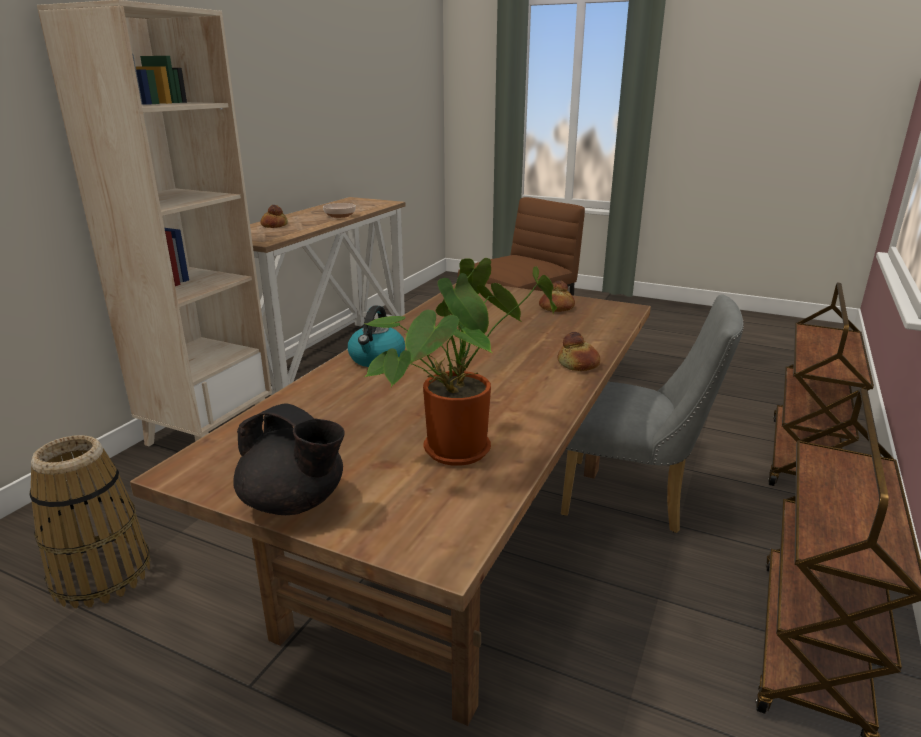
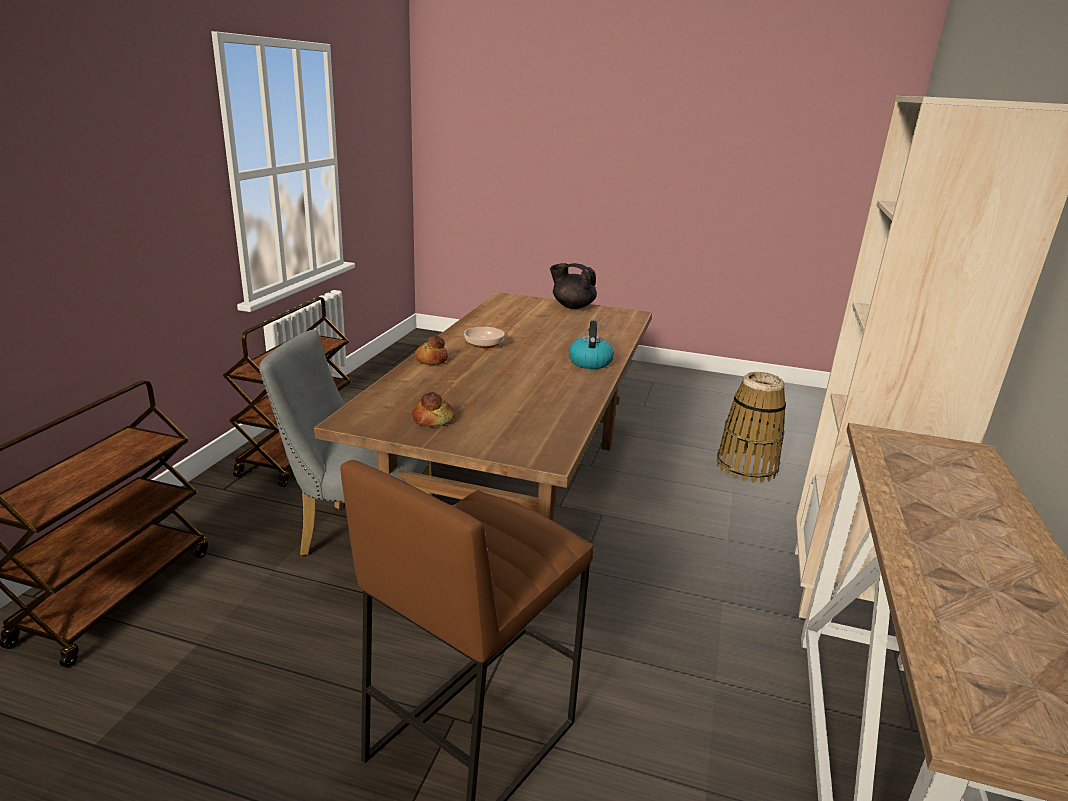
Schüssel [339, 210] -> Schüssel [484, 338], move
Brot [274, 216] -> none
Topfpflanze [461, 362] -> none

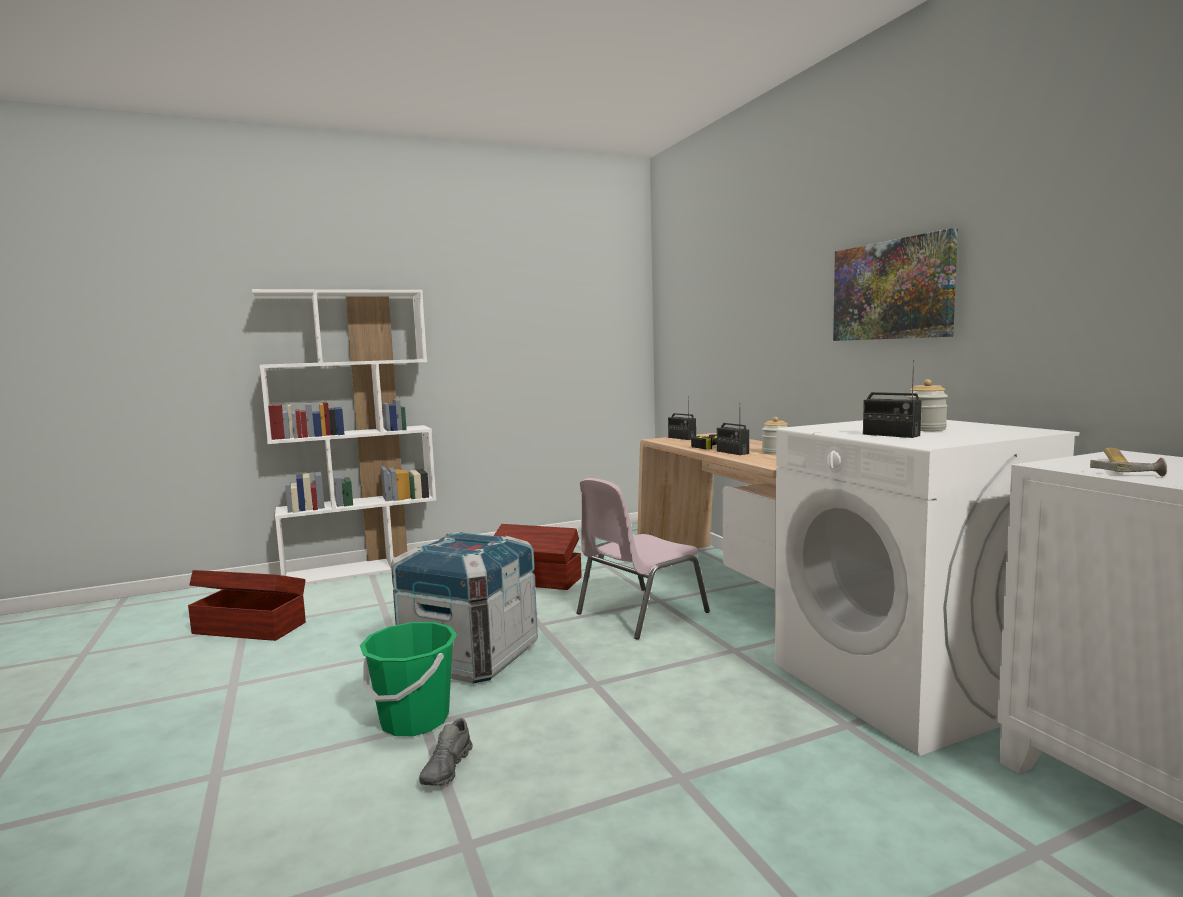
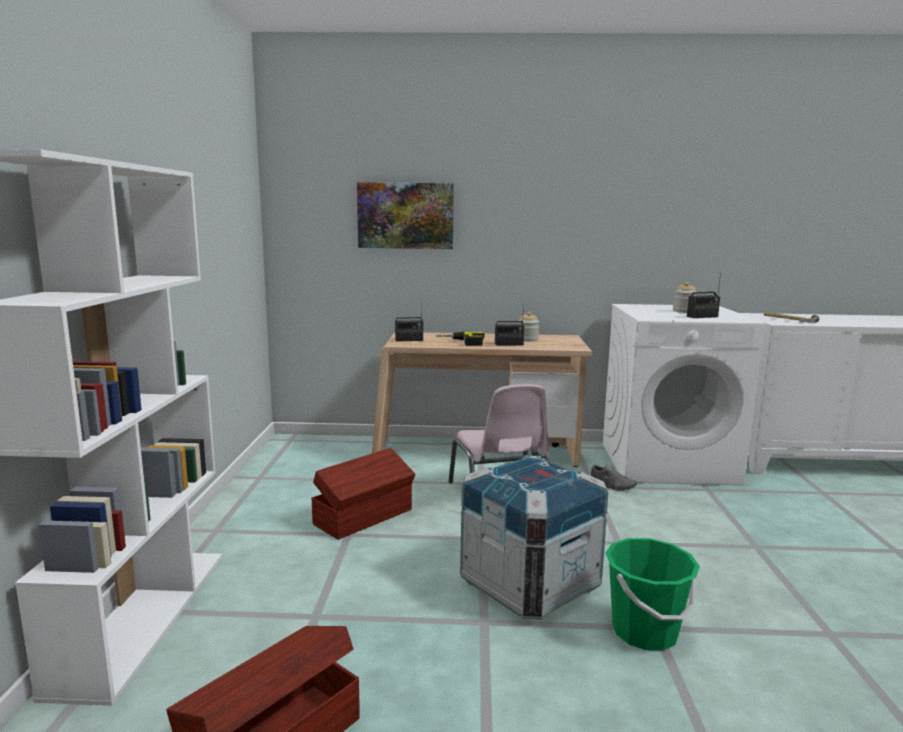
Bild [895, 284] -> Bild [405, 215], move
Schuh [grau] [446, 752] -> Schuh [grau] [614, 477], move

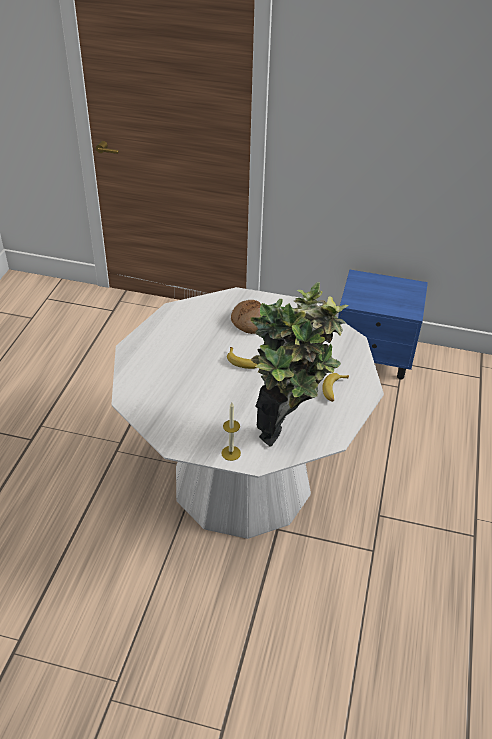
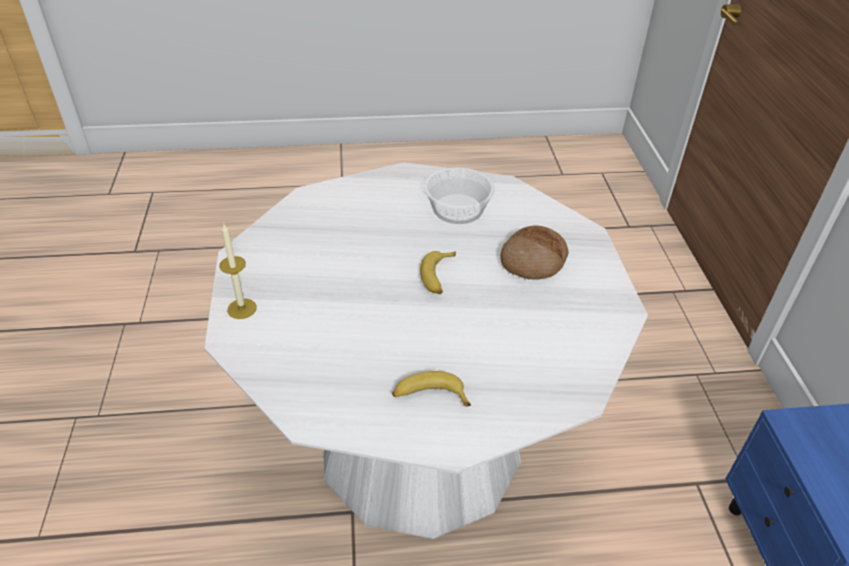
Topfpflanze [299, 364] -> none
none -> Schüssel [459, 195]

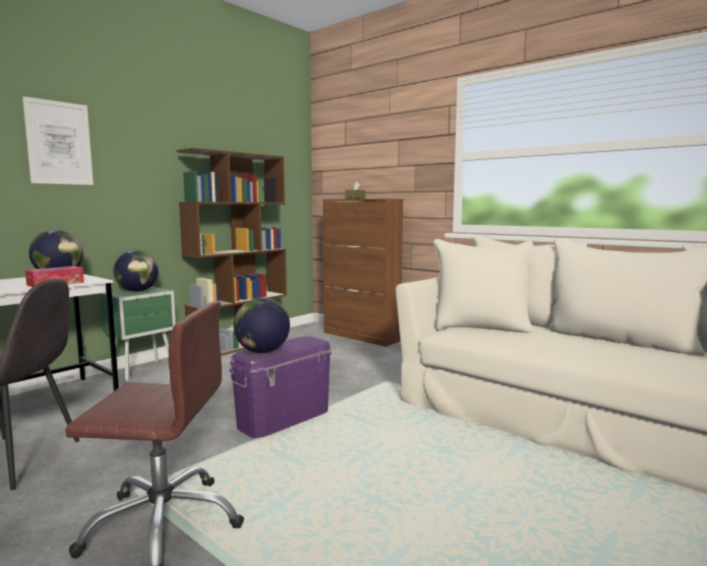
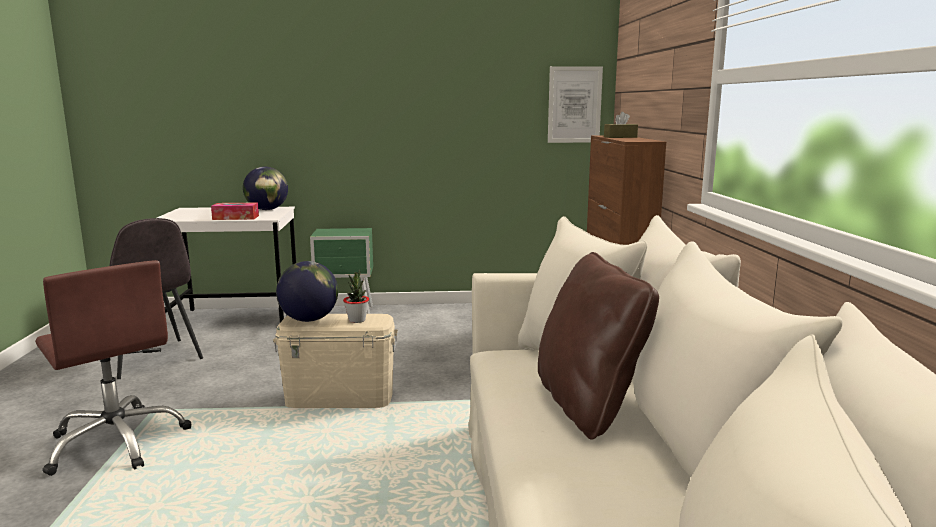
Bild [57, 140] -> Bild [575, 104], move
Bücherregal [braun] [232, 252] -> none
Globus [136, 271] -> none
Aufbewahrungsbox [lila] [280, 387] -> Aufbewahrungsbox [beige] [335, 361]
none -> Kissen [braun] [598, 346]
none -> Topfpflanze [356, 296]

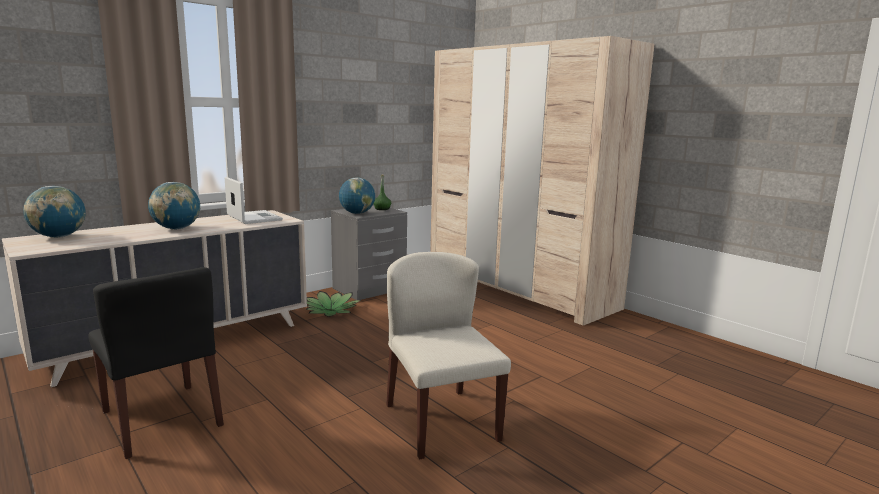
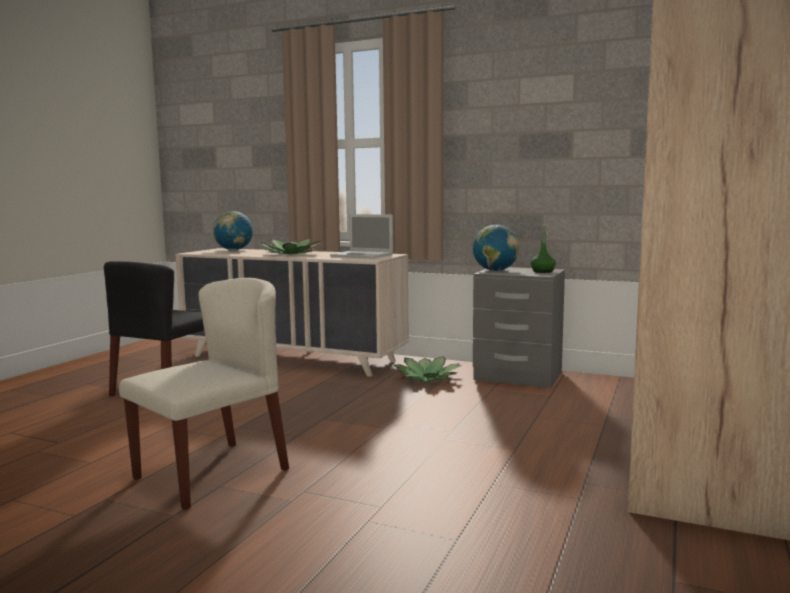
Laptop [254, 200] -> Laptop [361, 236], 90 degrees clockwise
Globus [174, 206] -> Topfpflanze [290, 246]

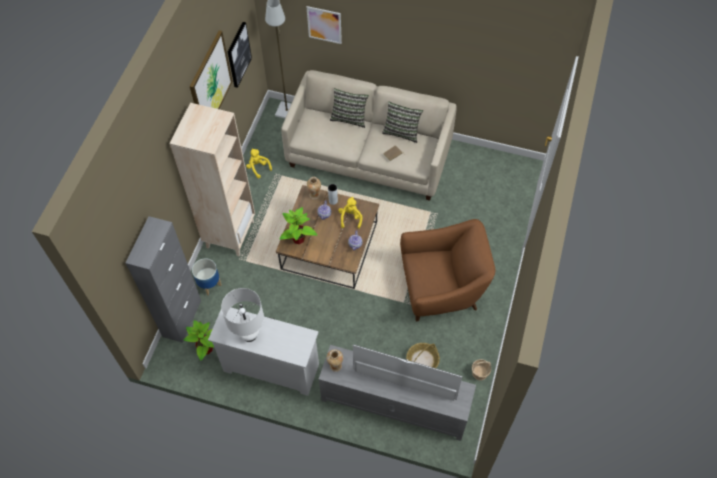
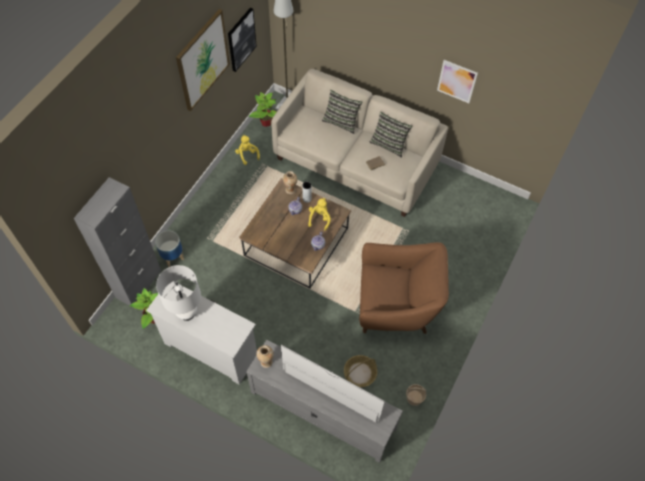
Bild [324, 25] -> Bild [457, 81], move
Bücherregal [beige] [212, 180] -> none
Topfpflanze [298, 225] -> Topfpflanze [262, 109], move

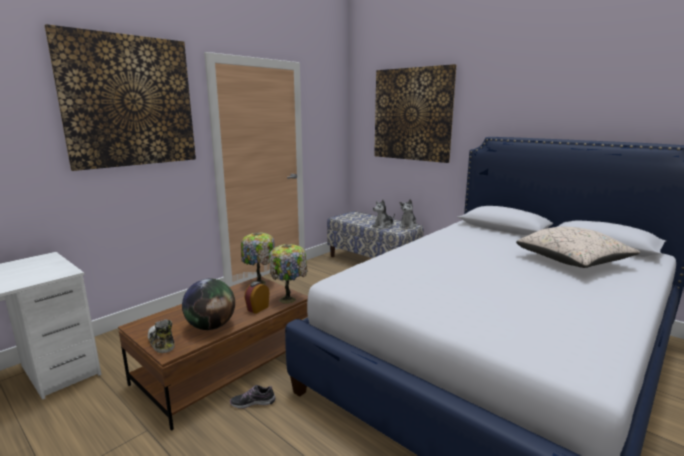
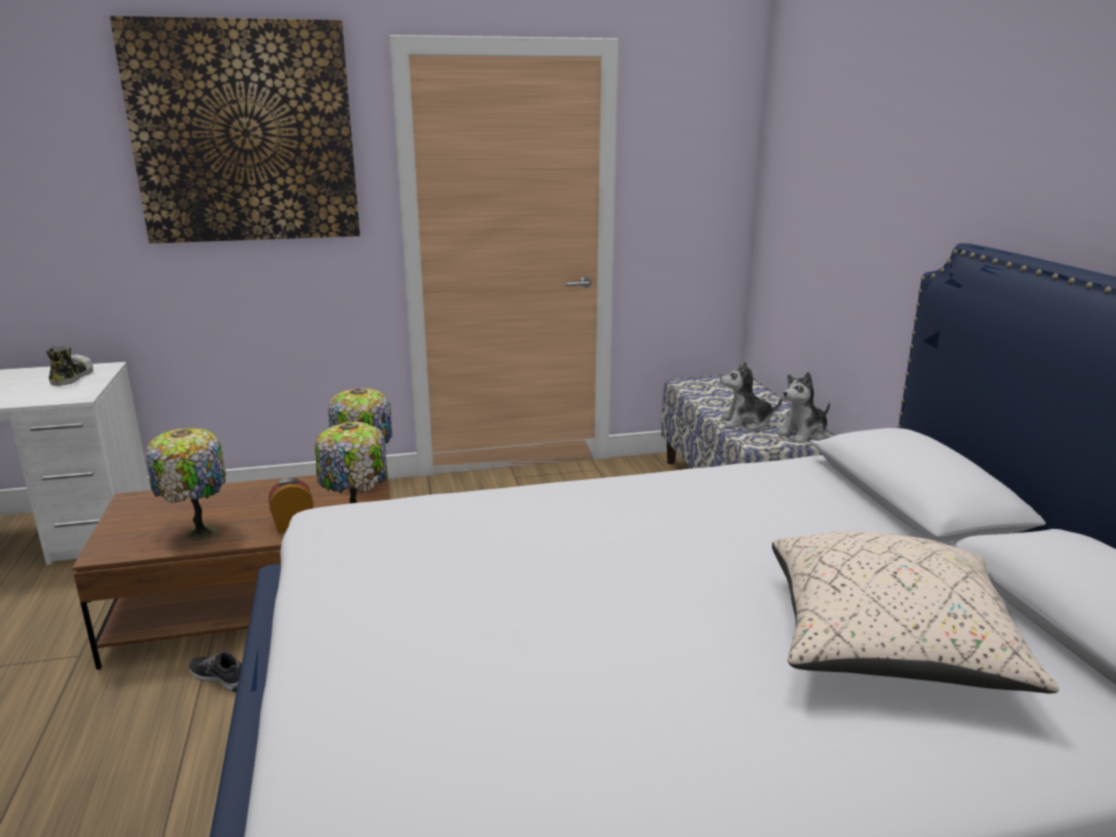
Bild [415, 113] -> none
Globus [208, 304] -> Tischlampe [186, 485]
Schuh [161, 336] -> Schuh [70, 366], move

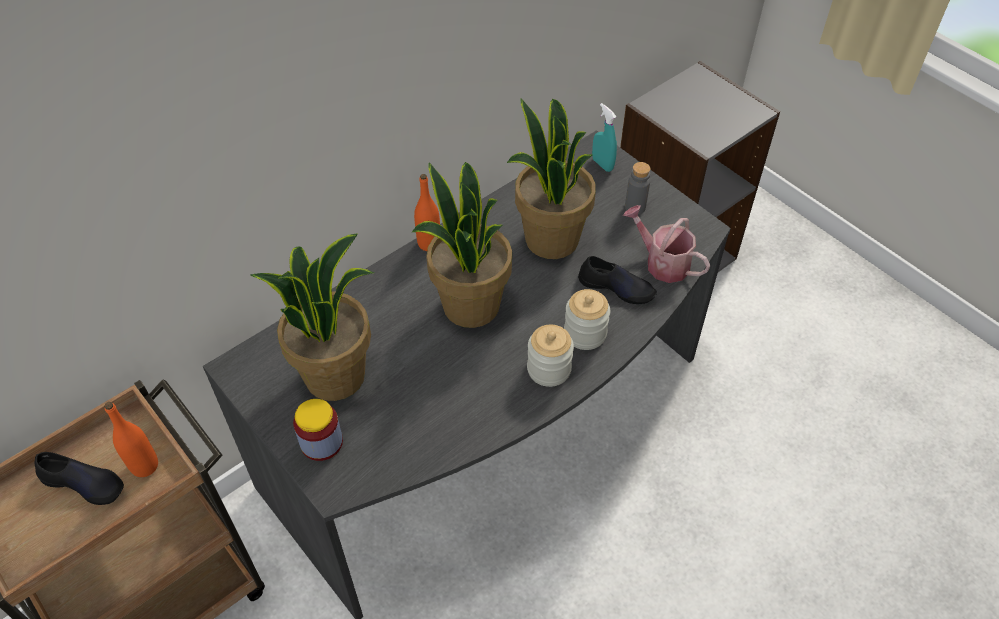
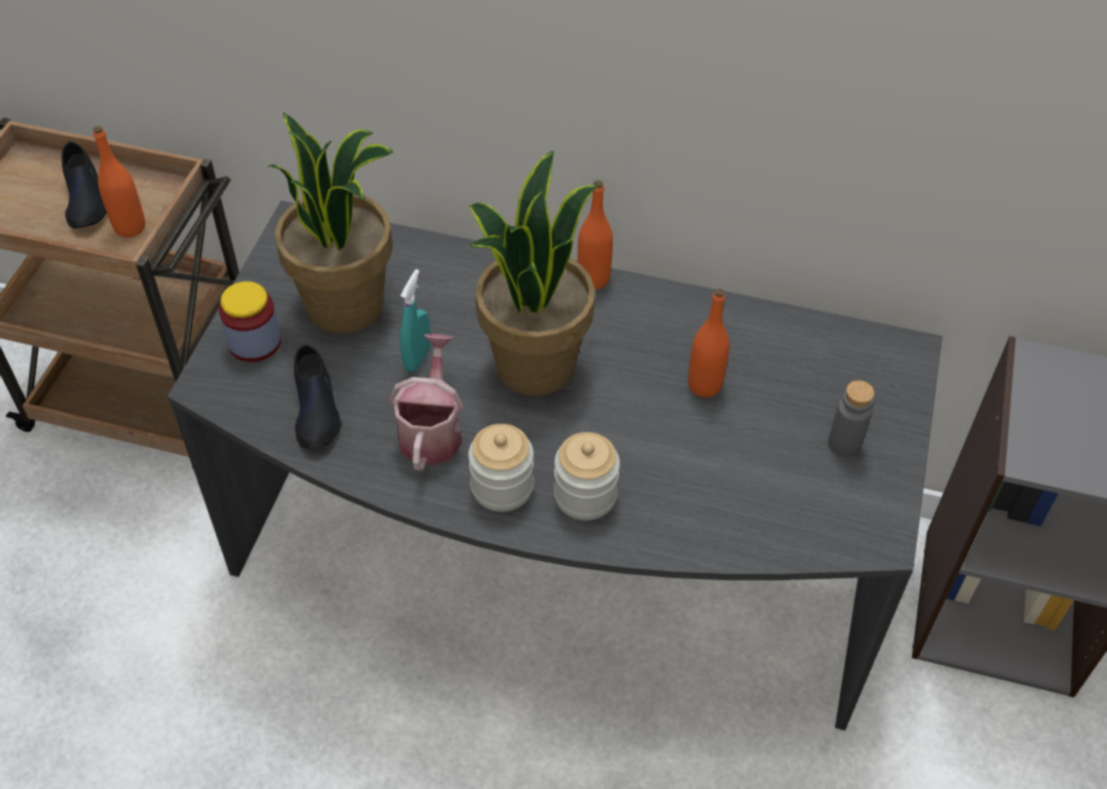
Topfpflanze [551, 178] -> Flasche [orange] [709, 343]
Sprühflasche [türkis] [604, 137] -> Sprühflasche [türkis] [415, 320], move
Gießkanne [666, 244] -> Gießkanne [426, 402], move
Schuh [schwarz] [617, 280] -> Schuh [schwarz] [317, 396], move

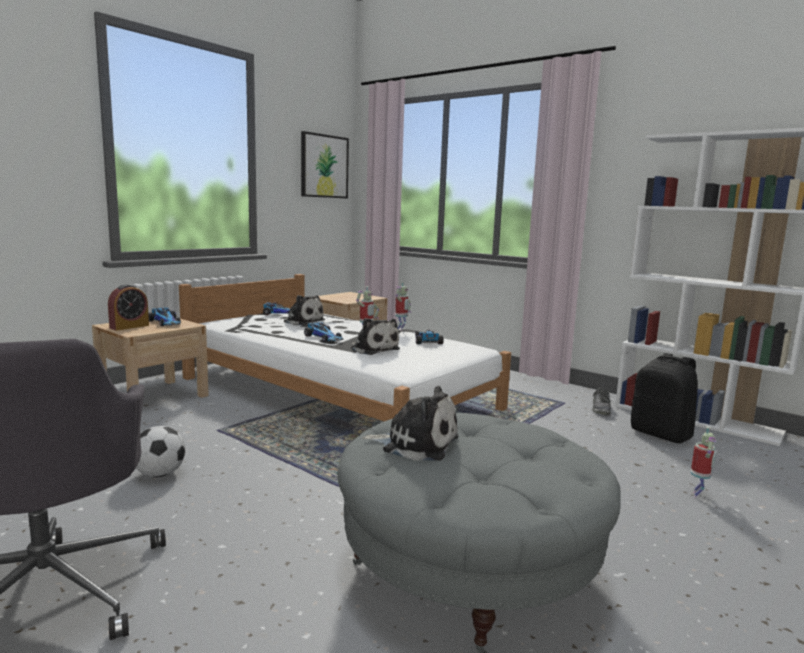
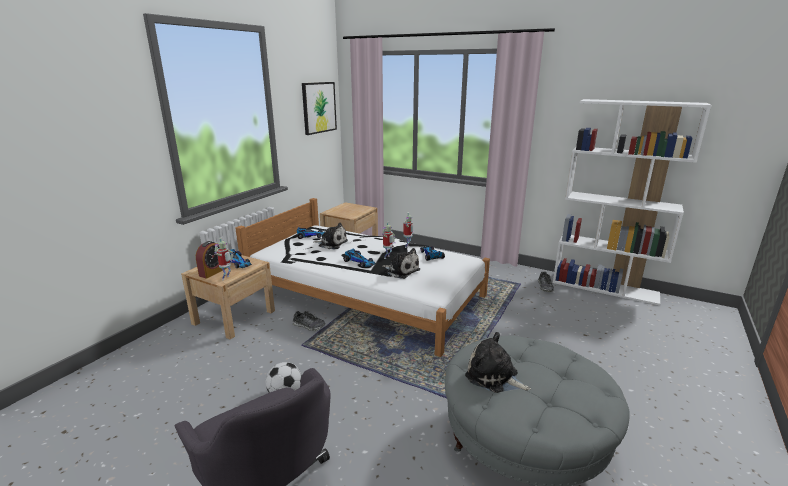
Rucksack [schwarz] [664, 398] -> none
Plüschtier [410, 423] -> Plüschtier [498, 362], 150 degrees counterclockwise
Spielzeugroboter [703, 462] -> Spielzeugroboter [224, 258], move
none -> Schuh [308, 321]

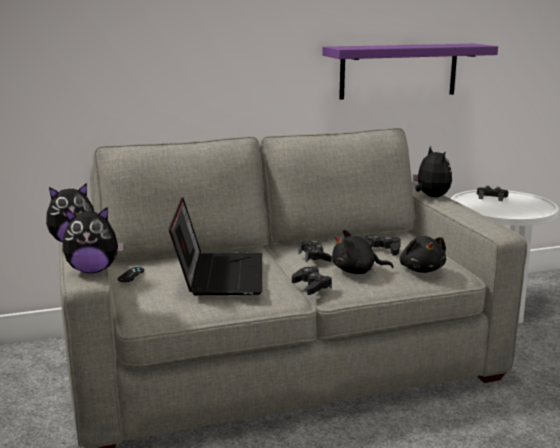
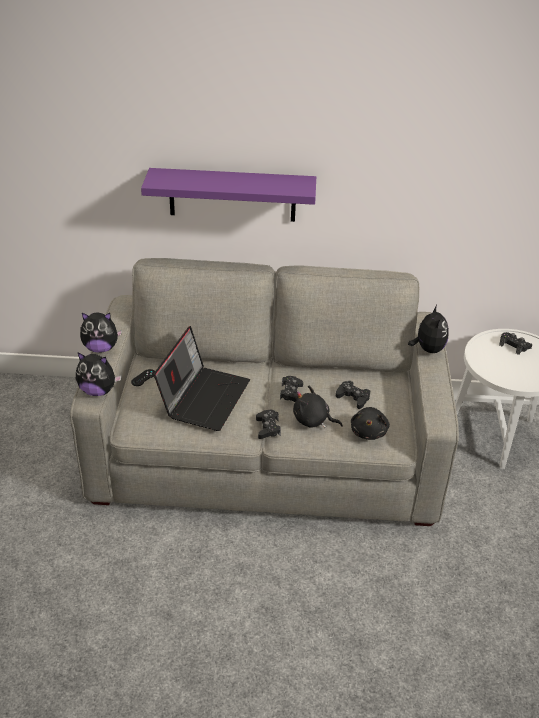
Wandregal [lila] [410, 72] -> Wandregal [lila] [228, 195], move

